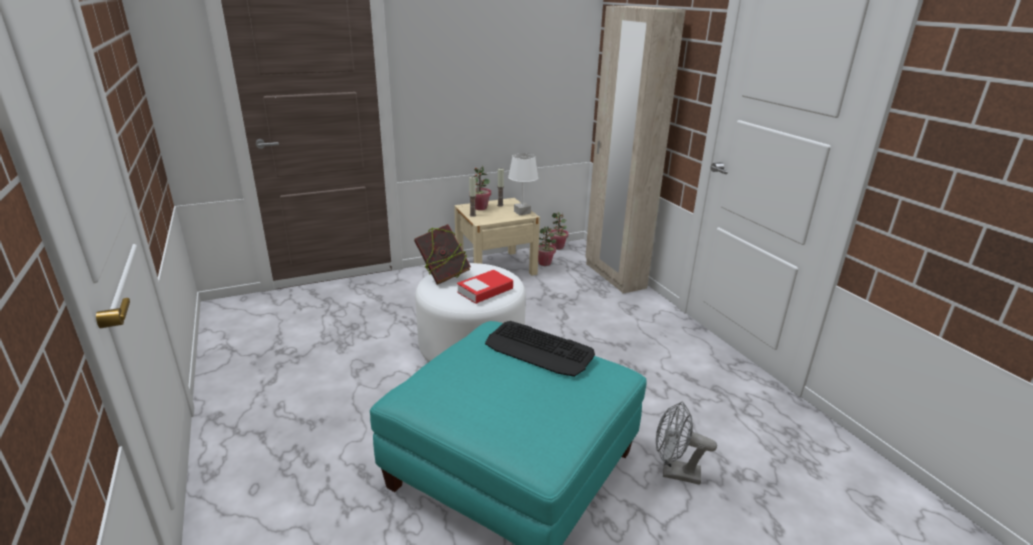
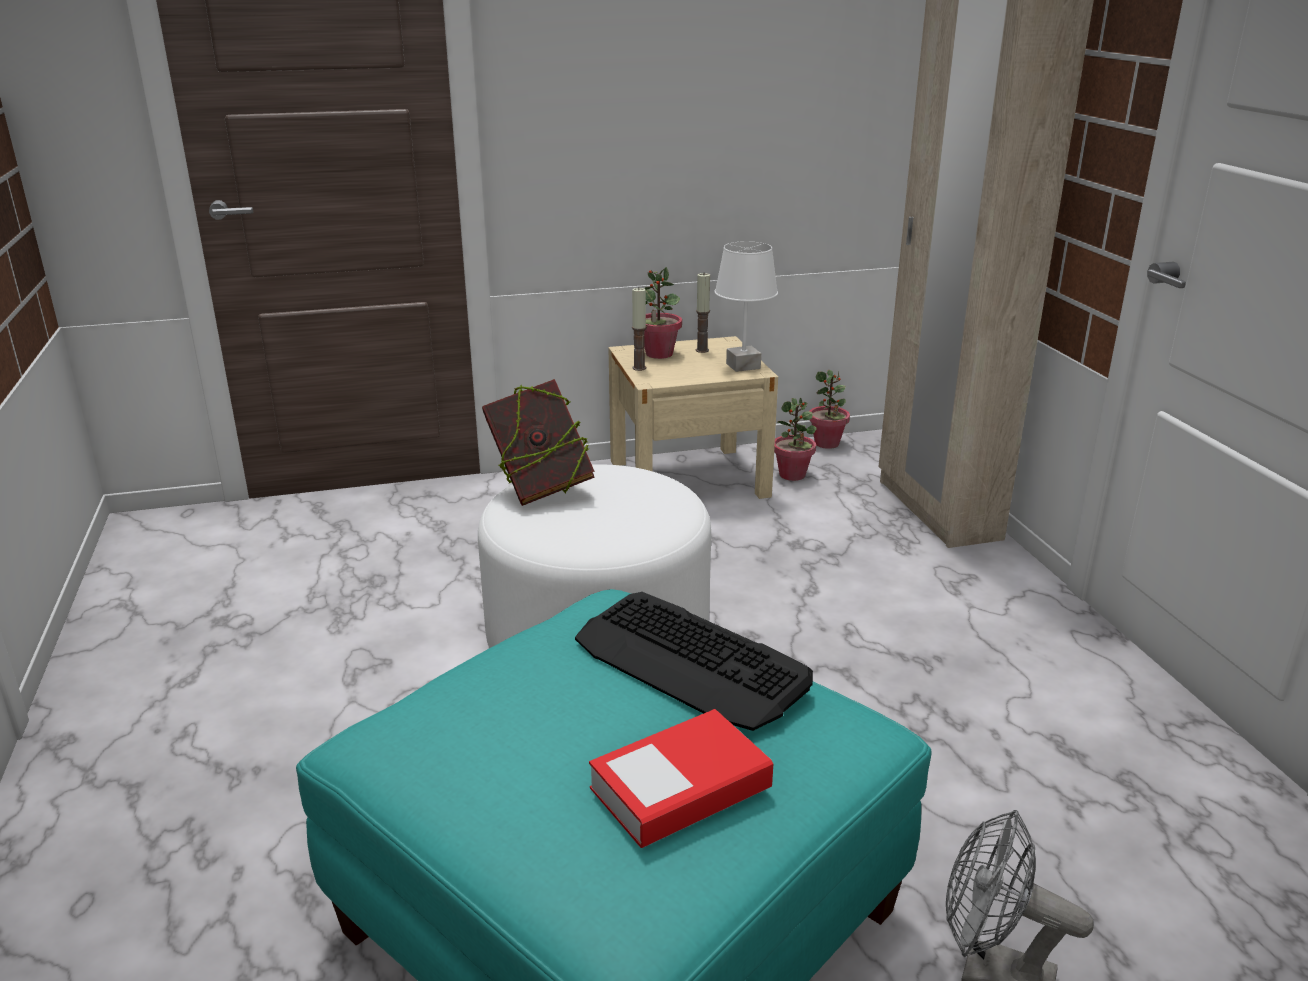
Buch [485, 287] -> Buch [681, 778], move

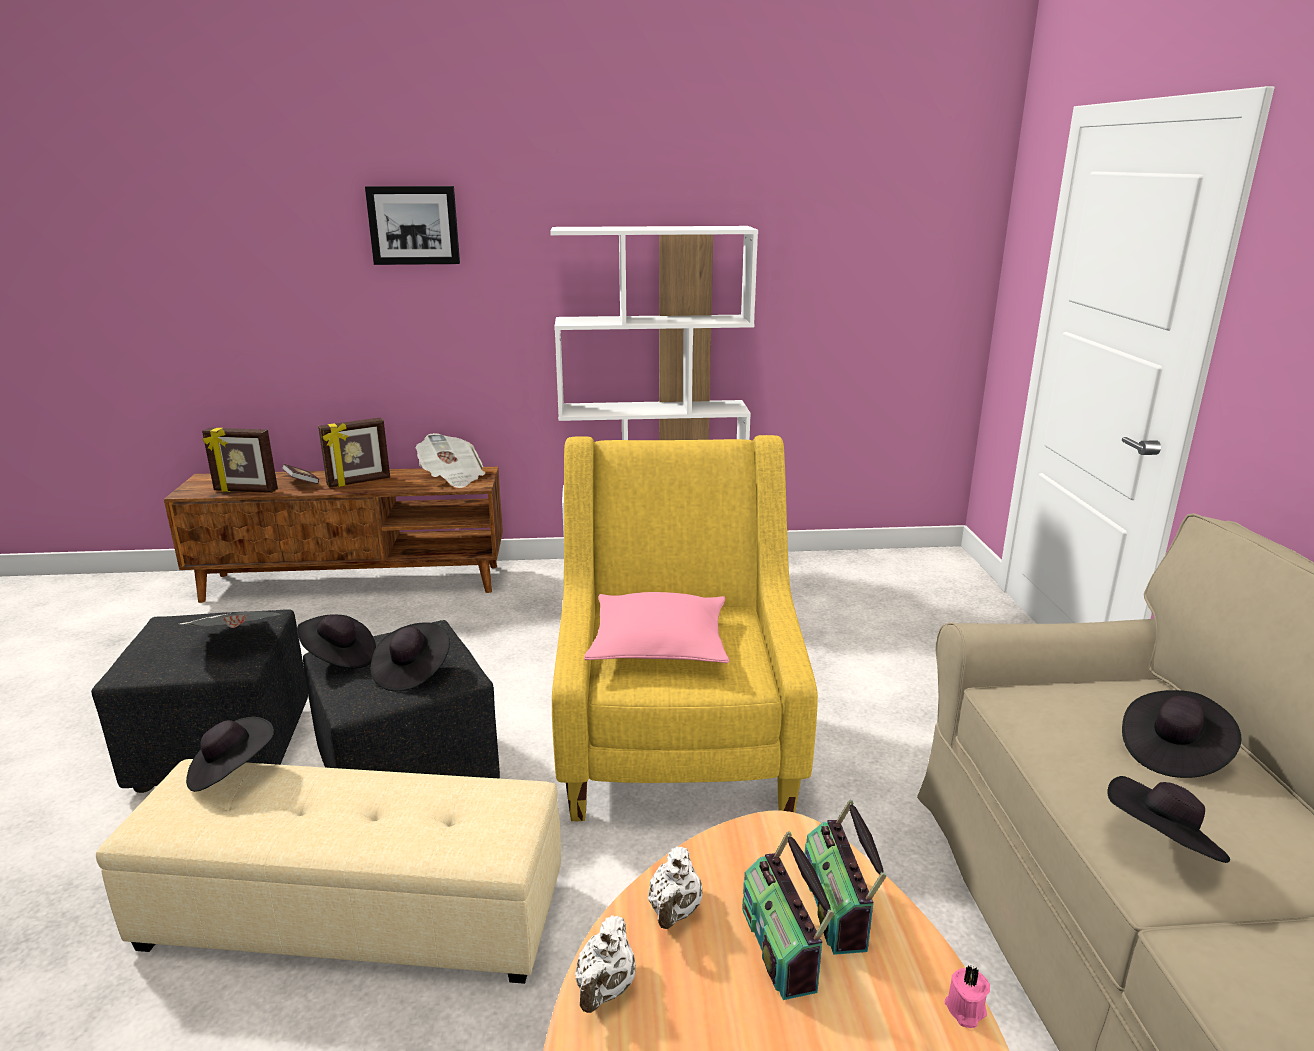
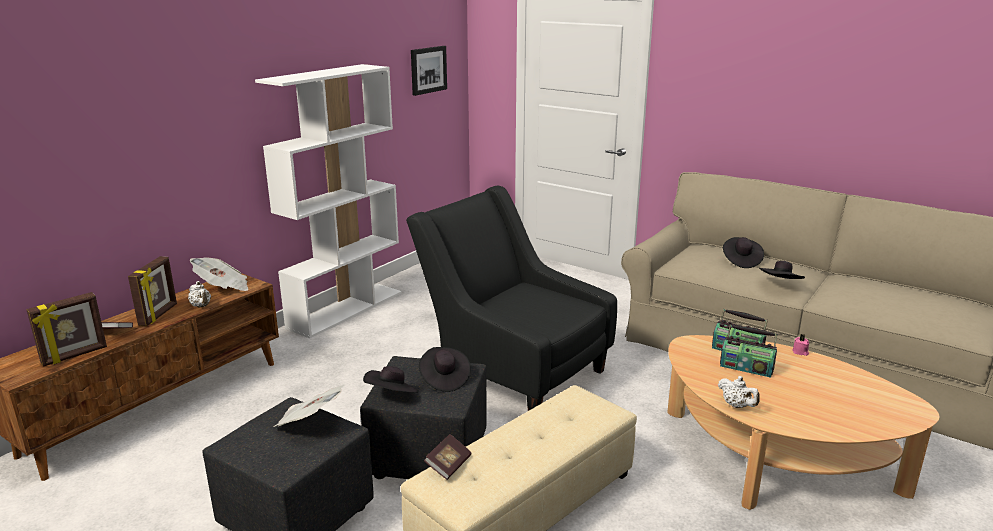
Bild [412, 225] -> Bild [429, 71], move
Sessel [gelb] [685, 628] -> Sessel [schwarz] [511, 298]
Kissen [rosa] [656, 627] -> none
Hut [schwarz] [230, 754] -> Buch [447, 457]
Teekanne [weiß] [675, 887] -> Teekanne [weiß] [199, 294], move

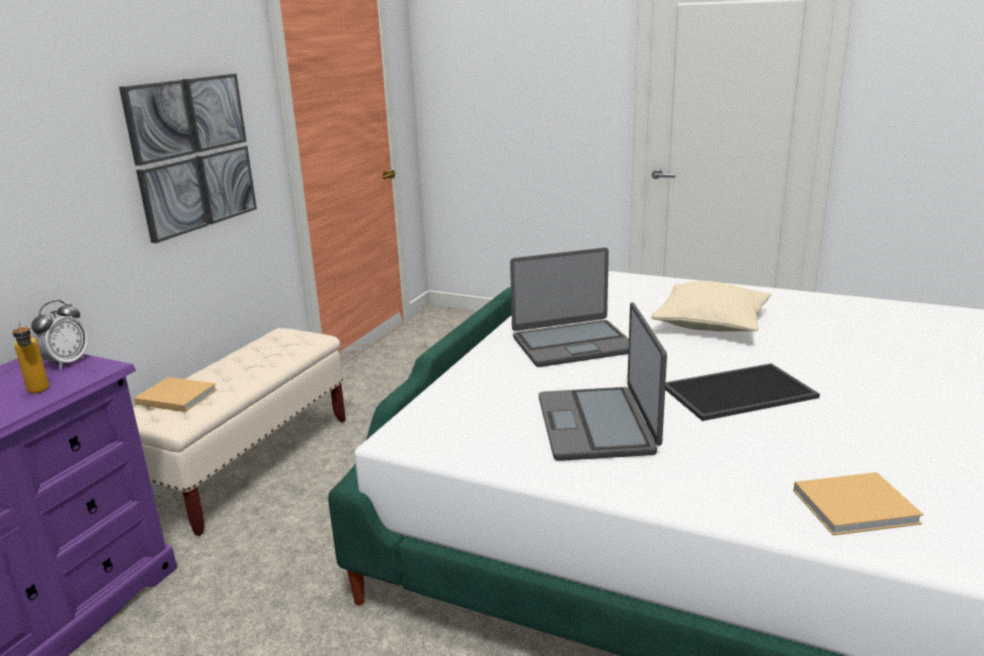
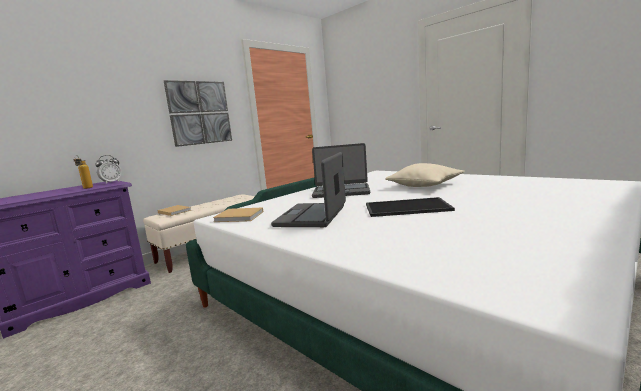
Buch [beige] [859, 503] -> Buch [beige] [238, 214], move

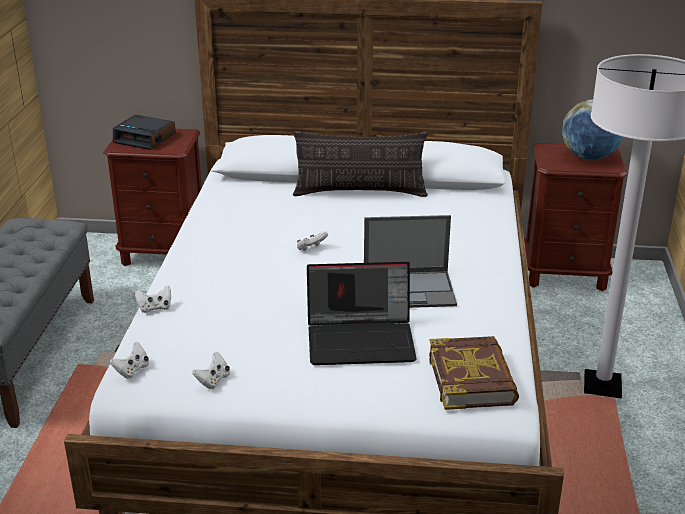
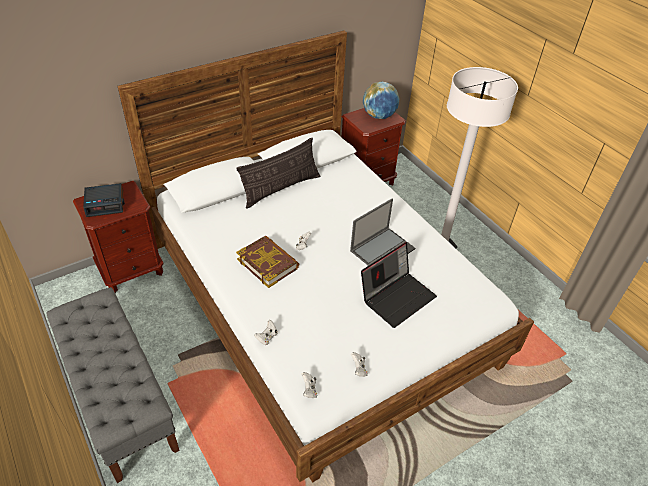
Buch [474, 373] -> Buch [267, 261], move

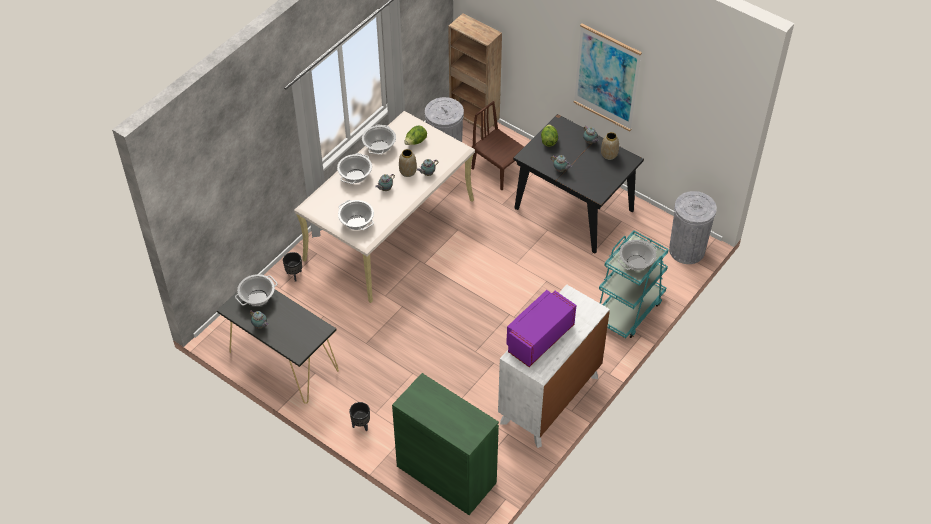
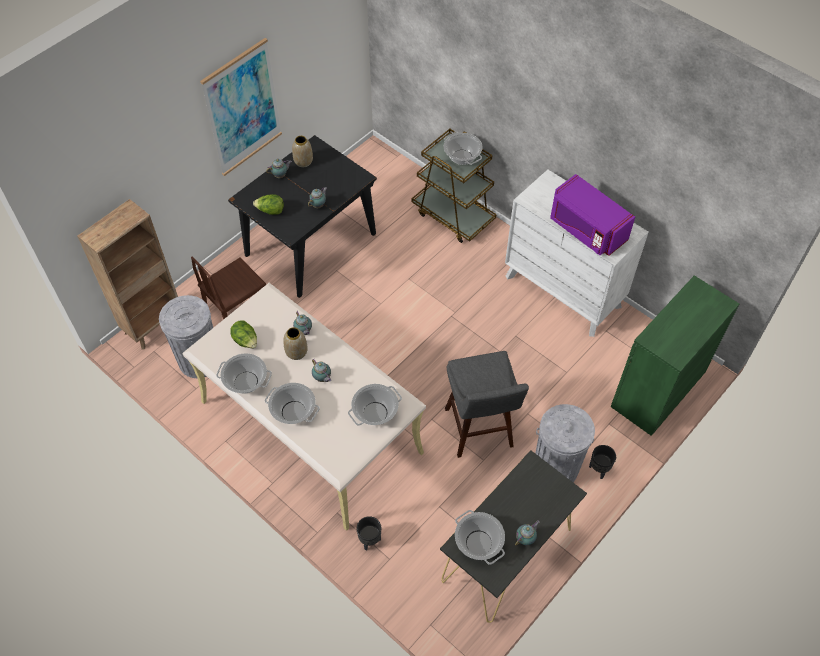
Mülleimer [grau] [693, 227] -> Mülleimer [grau] [565, 443], move
Rollwagen [türkis] [634, 284] -> Rollwagen [braun] [454, 186]
none -> Hocker [grau] [487, 404]

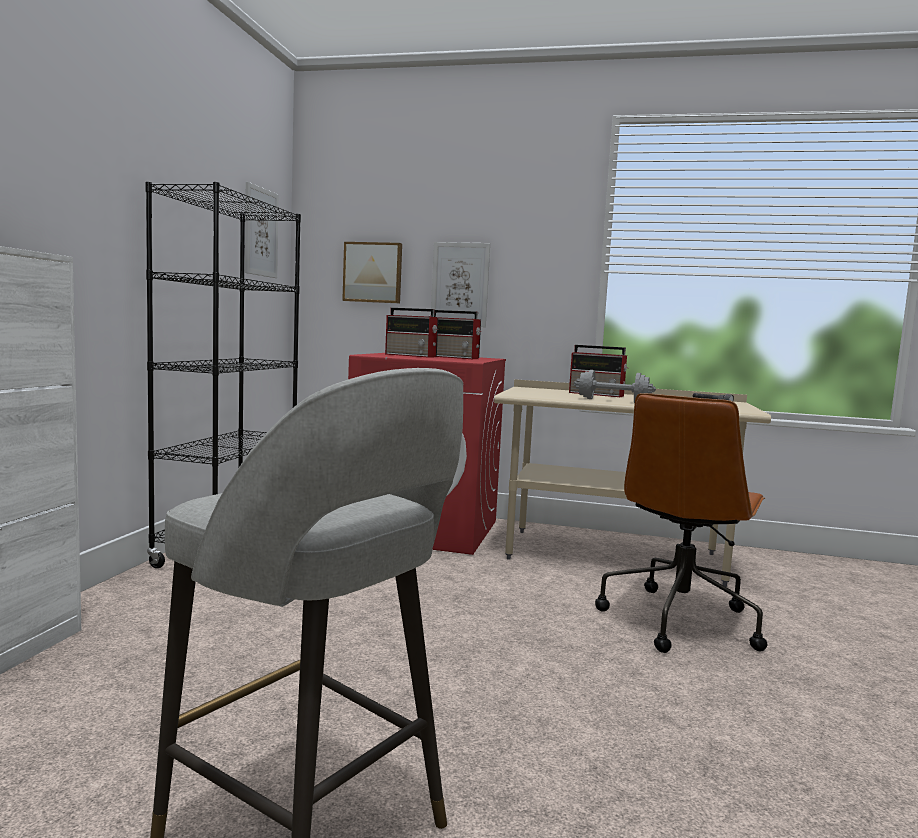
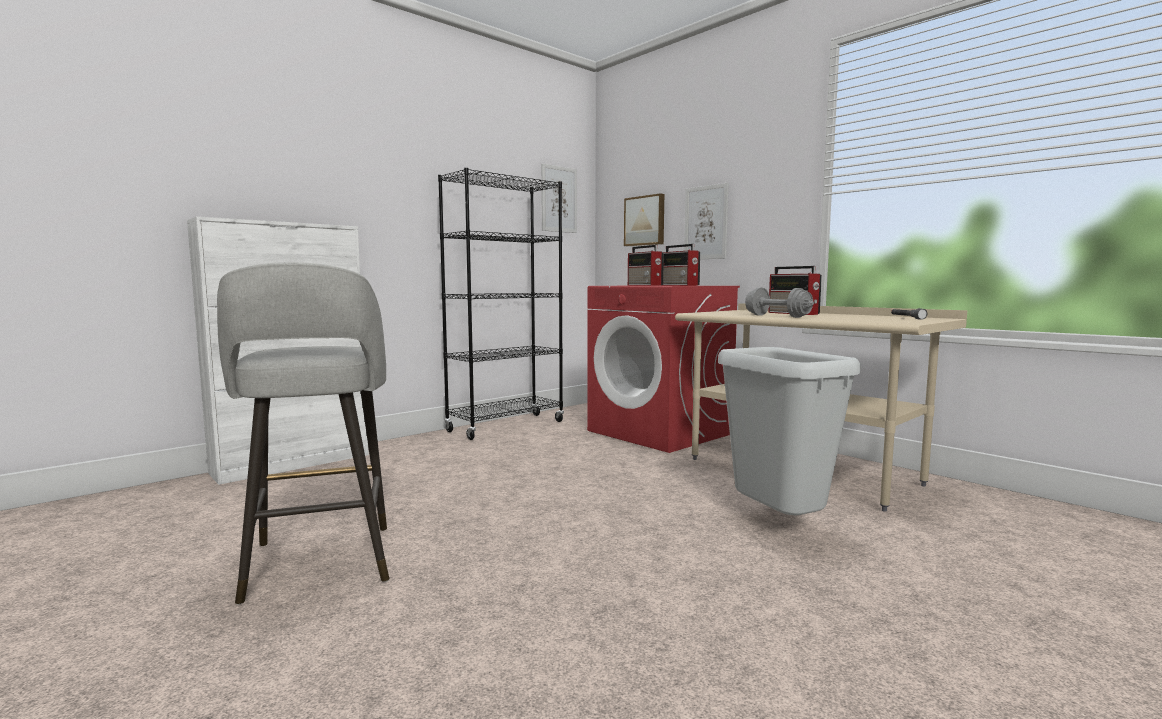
Bürostuhl [braun] [681, 523] -> Mülleimer [grau] [789, 436]

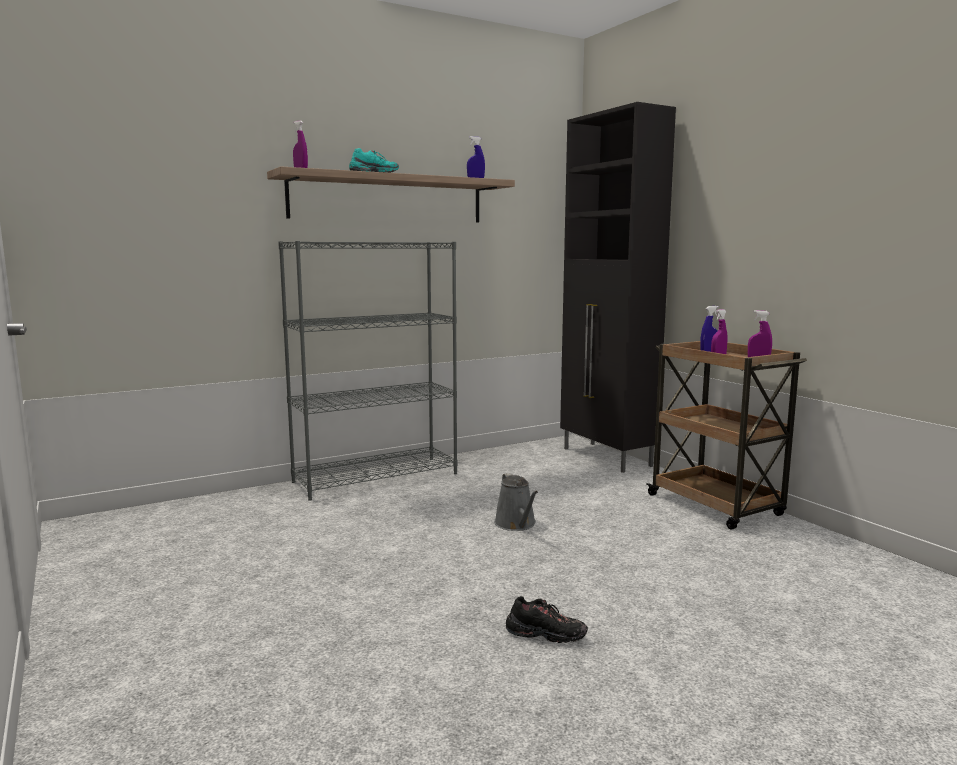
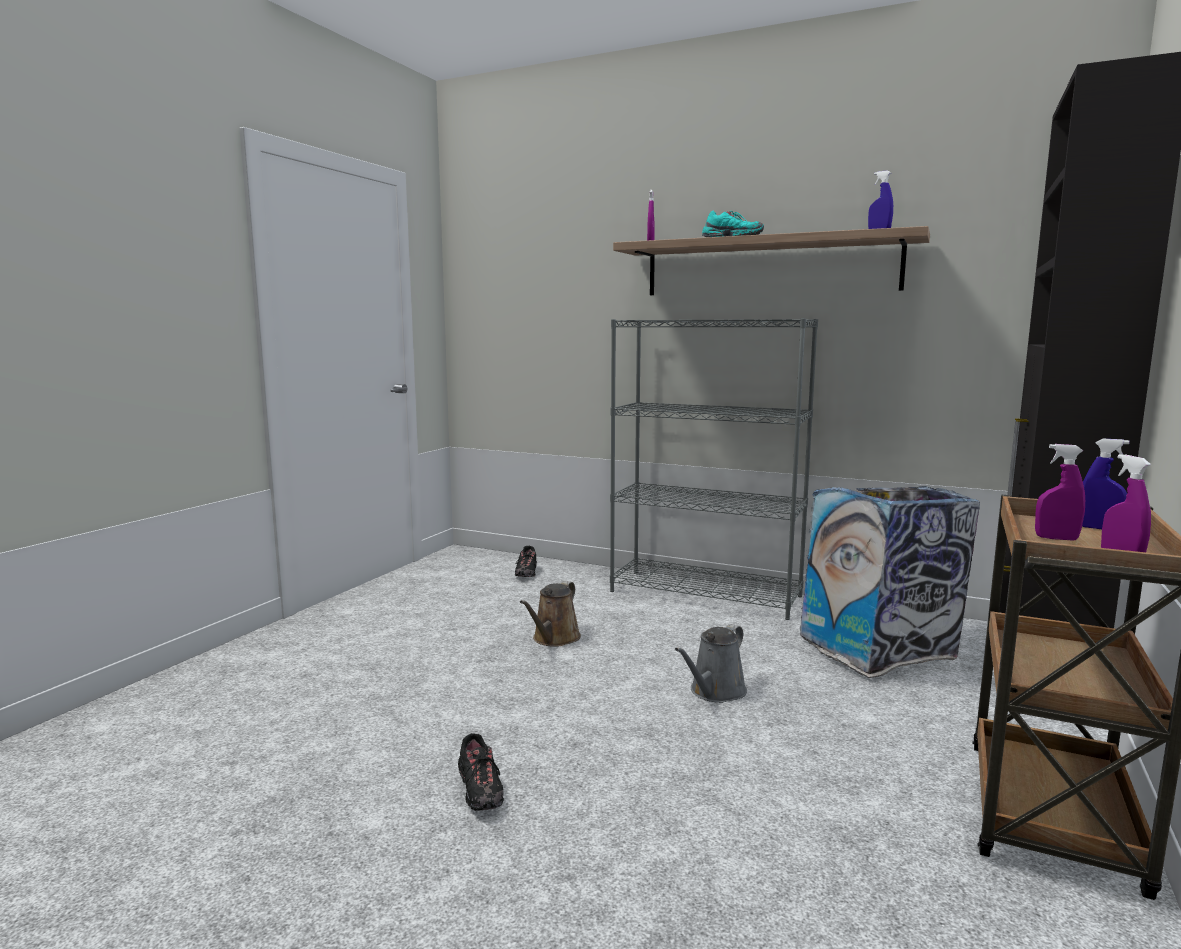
none -> Mülleimer [890, 582]
none -> Schuh [schwarz] [526, 561]
none -> Gießkanne [braun] [550, 614]

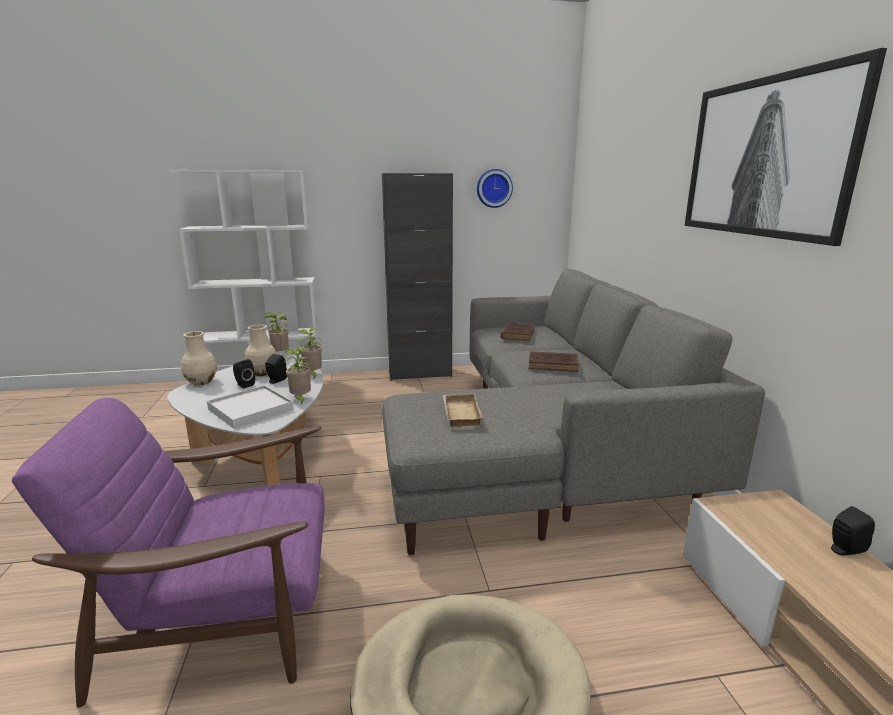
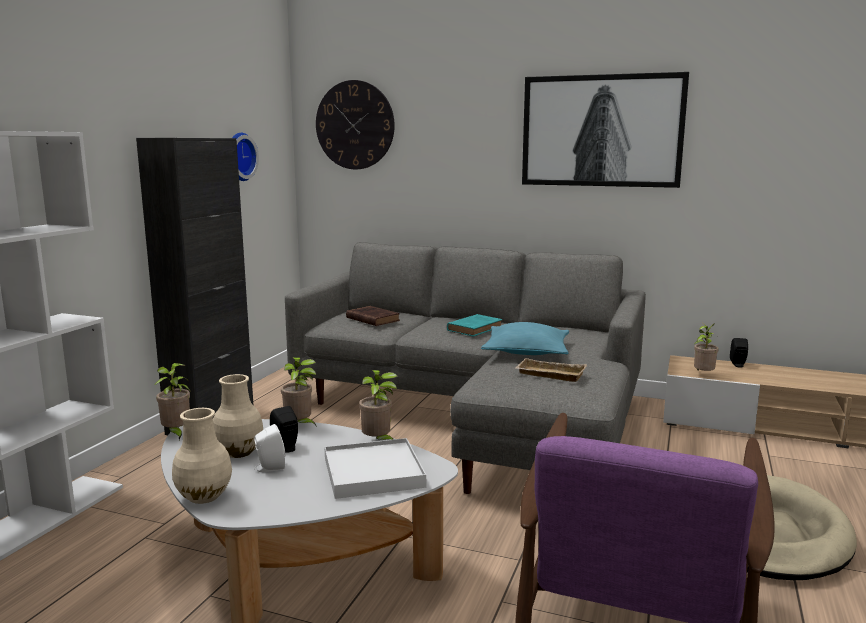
Buch [braun] [554, 361] -> Buch [türkis] [474, 325]
Lautsprecher [schwarz] [244, 373] -> Lautsprecher [weiß] [269, 448]
none -> Wanduhr [355, 124]
none -> Kissen [türkis] [525, 338]
none -> Topfpflanze [706, 347]

